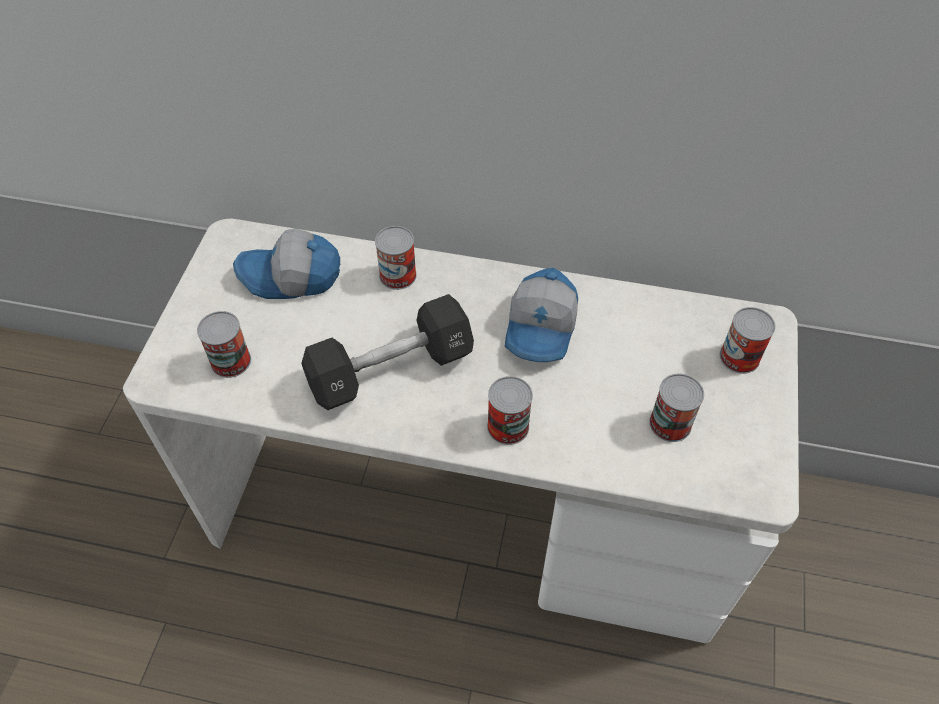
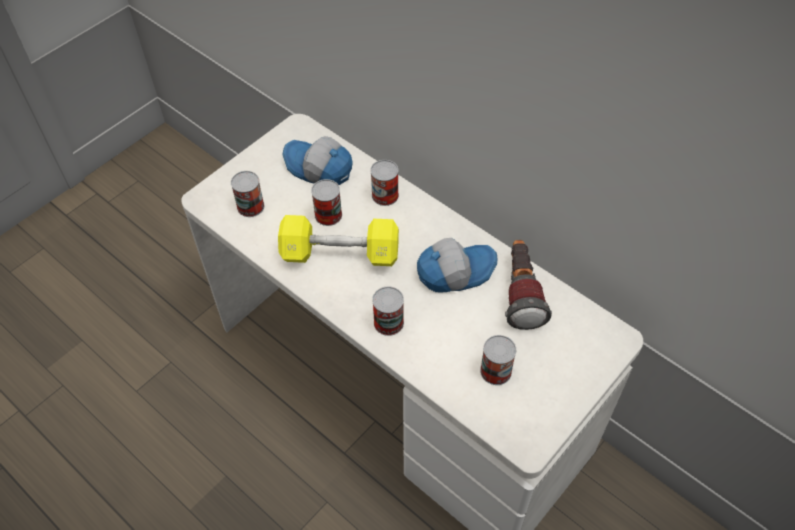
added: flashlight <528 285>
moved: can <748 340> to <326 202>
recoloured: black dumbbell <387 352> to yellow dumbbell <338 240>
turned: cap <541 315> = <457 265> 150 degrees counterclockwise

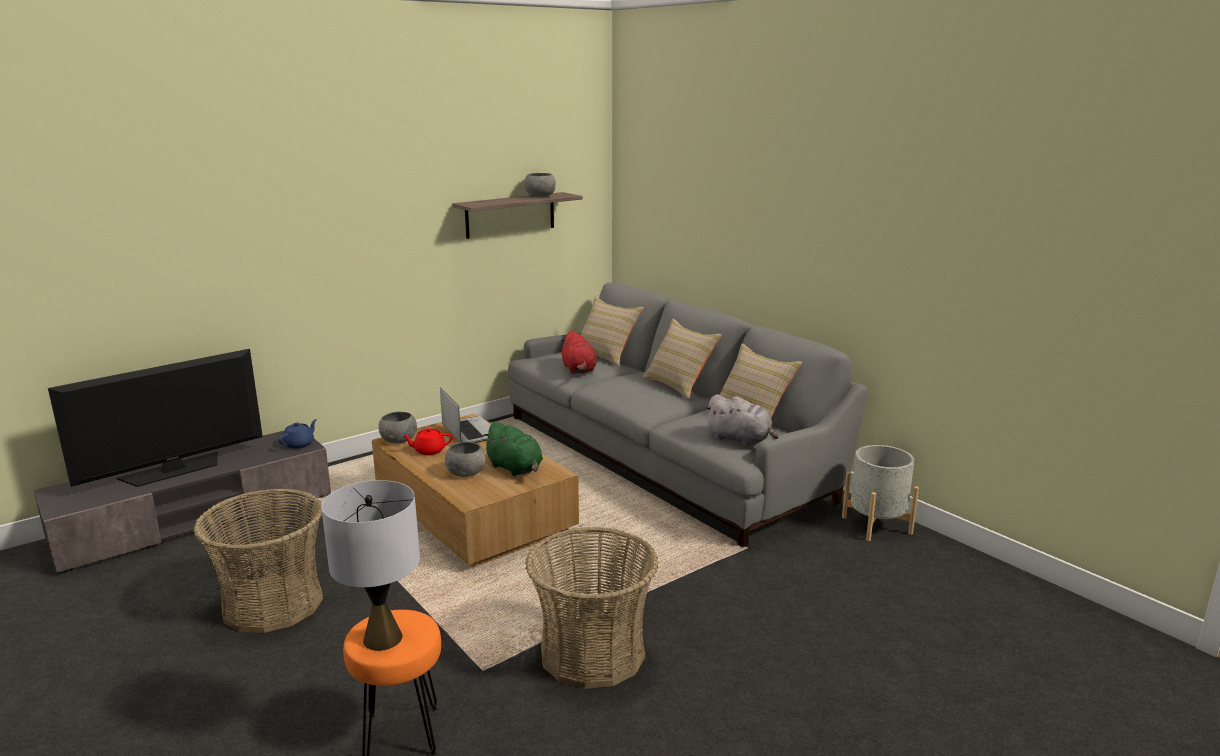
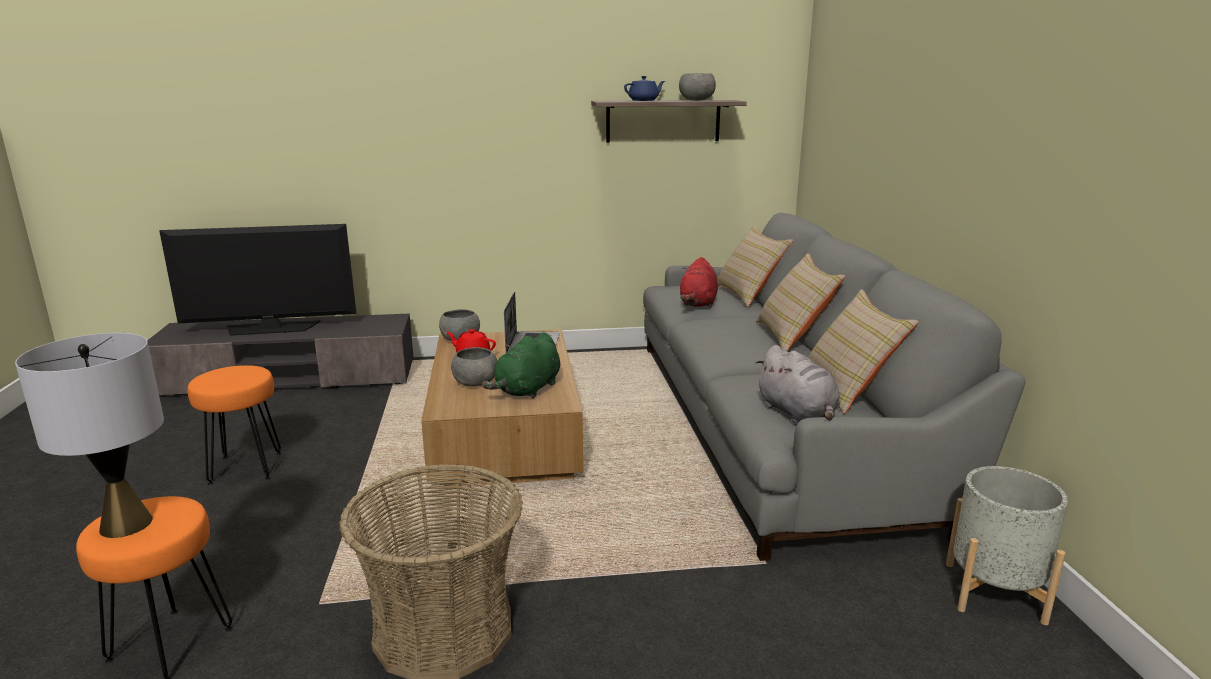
moved: blue teapot <298 434> to <644 88>
replaced: basket <258 560> to orange stool <234 425>
turned: green plush toy <512 448> = <521 365> 45 degrees clockwise

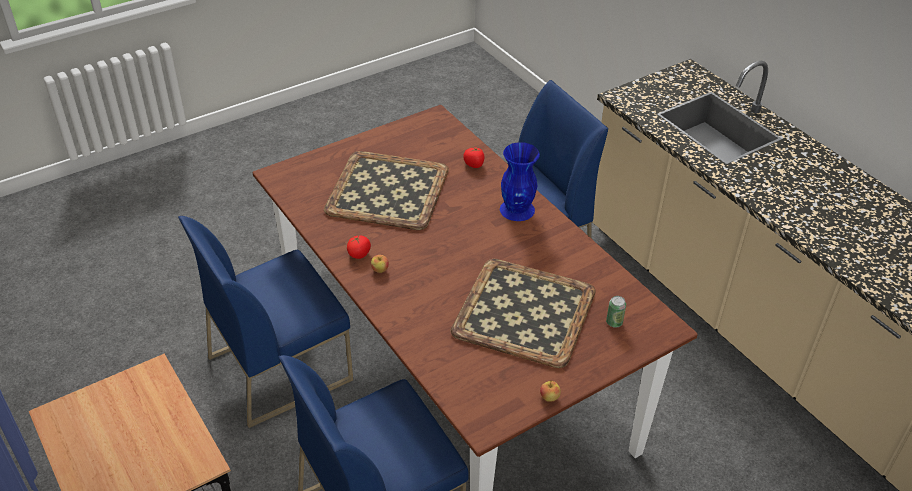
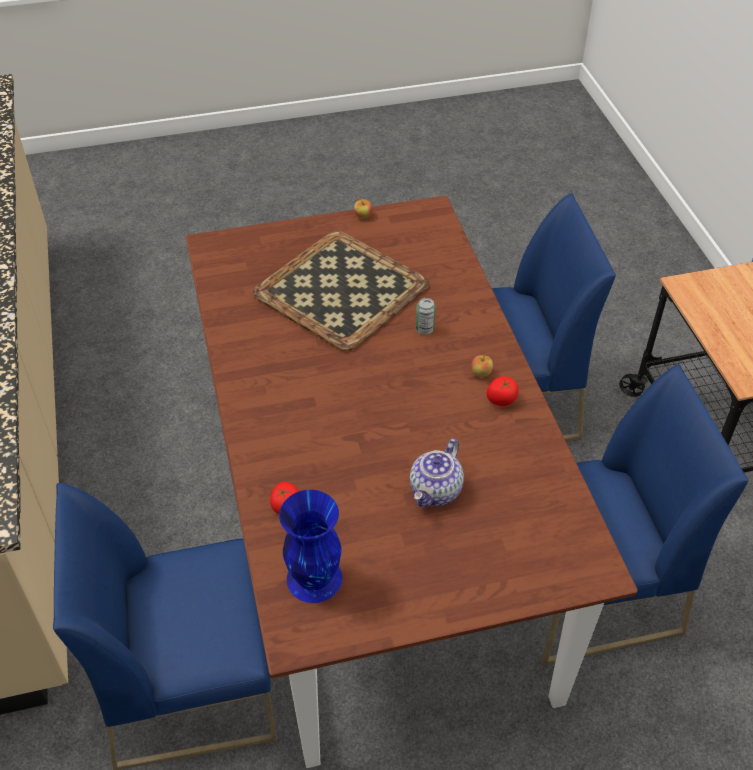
moved: blue vase <520 181> to <310 546>; can <616 312> to <426 316>
replaced: tray <386 190> to teapot <437 473>

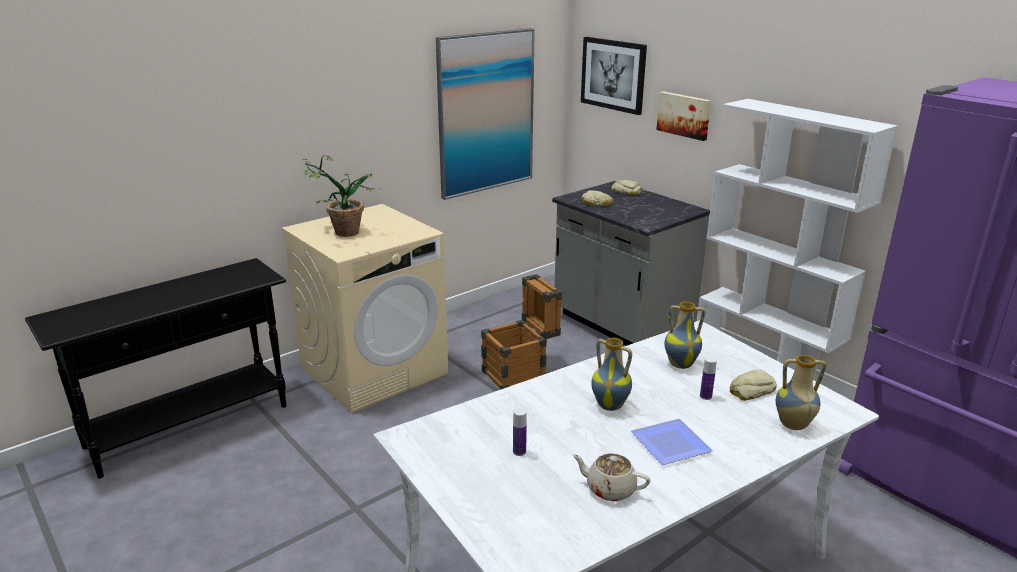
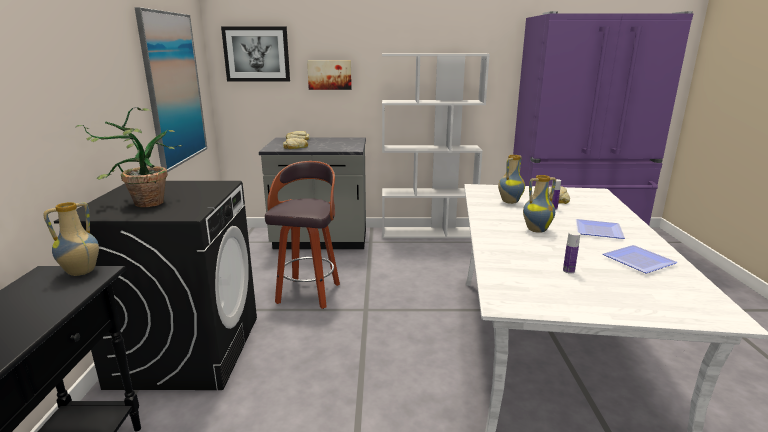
moved: vase <801 392> to <71 239>
replaced: crate <521 332> to stool <302 235>; beige teapot <611 477> to plate <640 259>
recoloured: beige washing machine <365 308> to black washing machine <155 285>

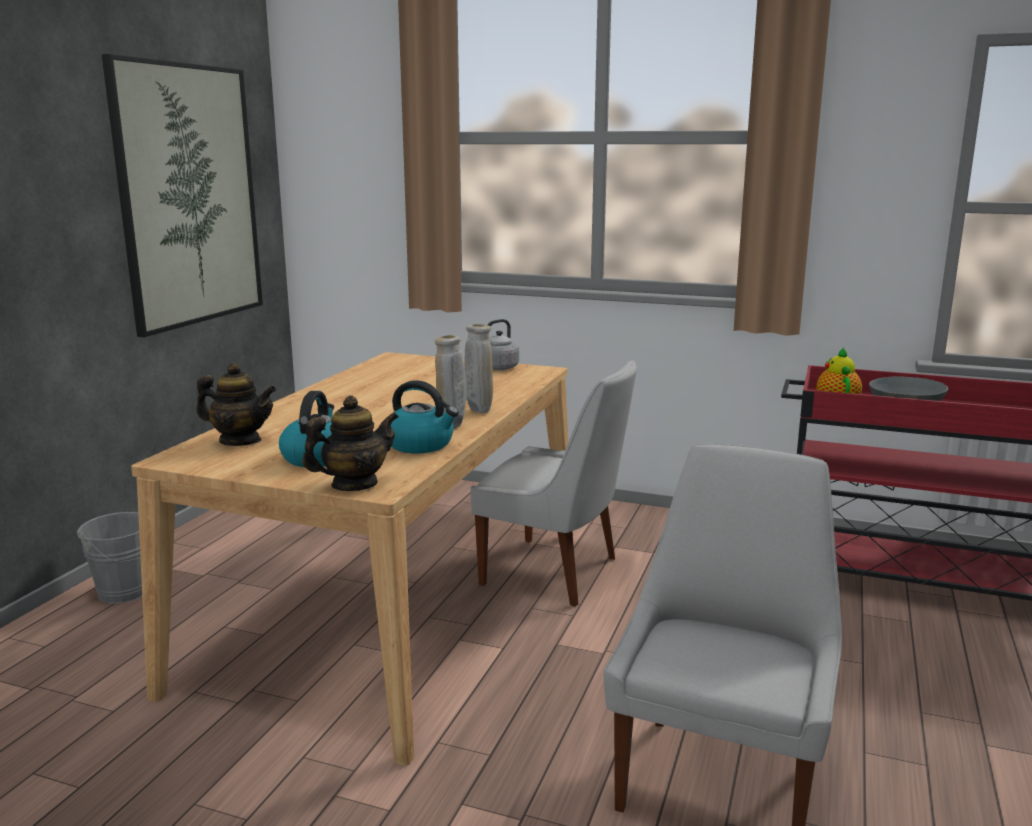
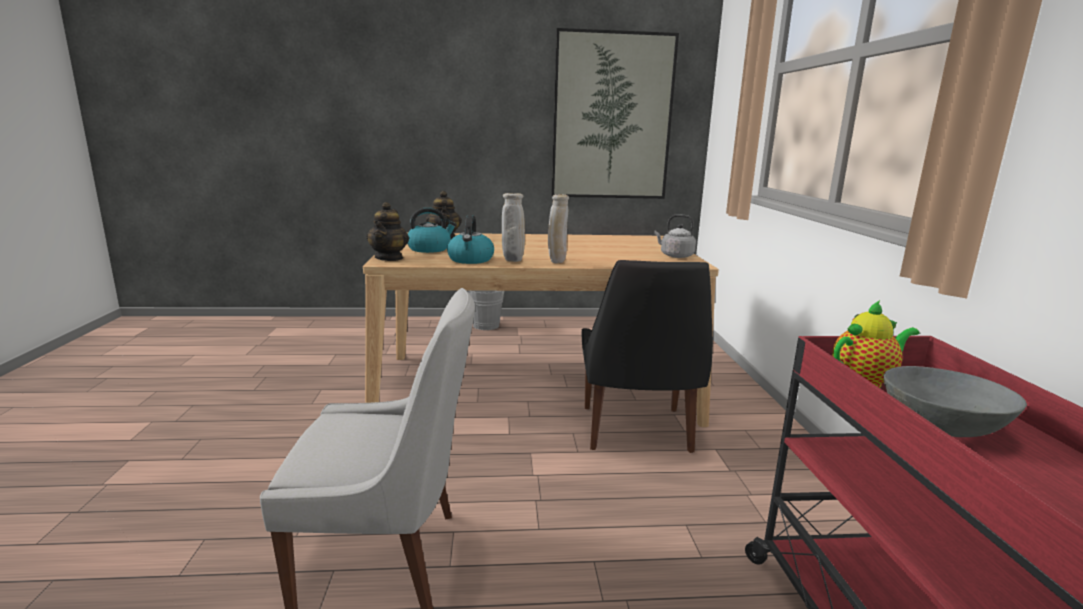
recoloured: white chair <553 483> to black chair <647 356>
turned: teapot <350 443> = <387 231> 60 degrees clockwise

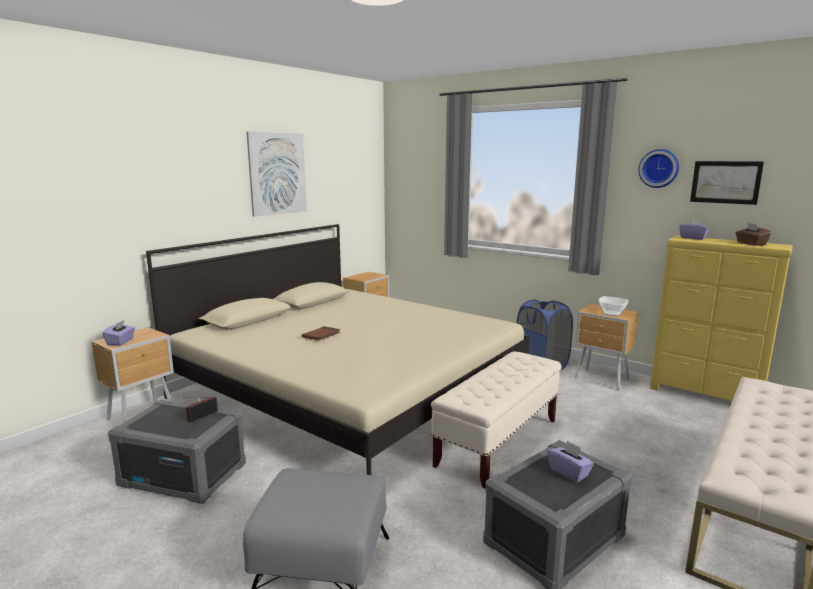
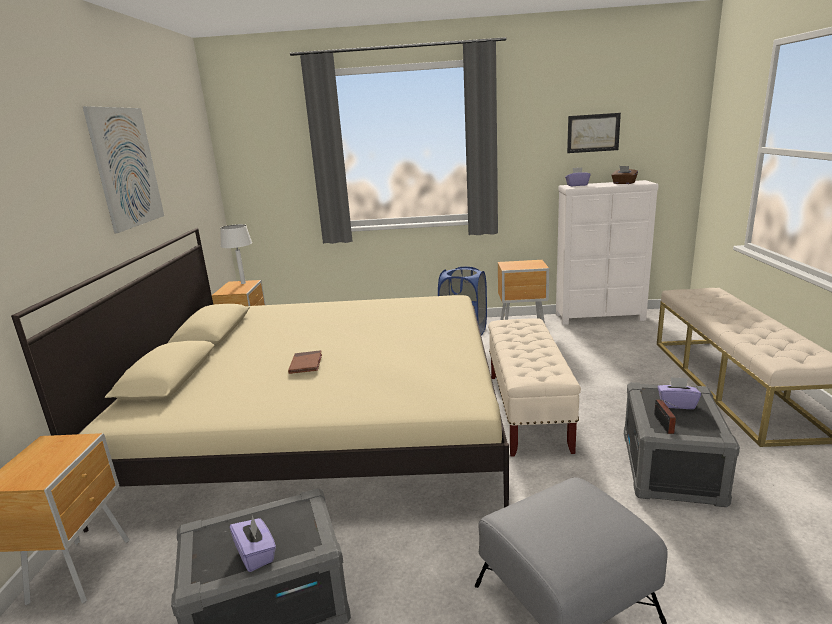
removed: bowl <613 306>; wall clock <658 168>
added: white table lamp <236 254>
moved: purple tissue box <119 333> to <253 543>; radio <202 409> to <665 416>
recoloured: yellow dresser <721 318> to white dresser <607 252>

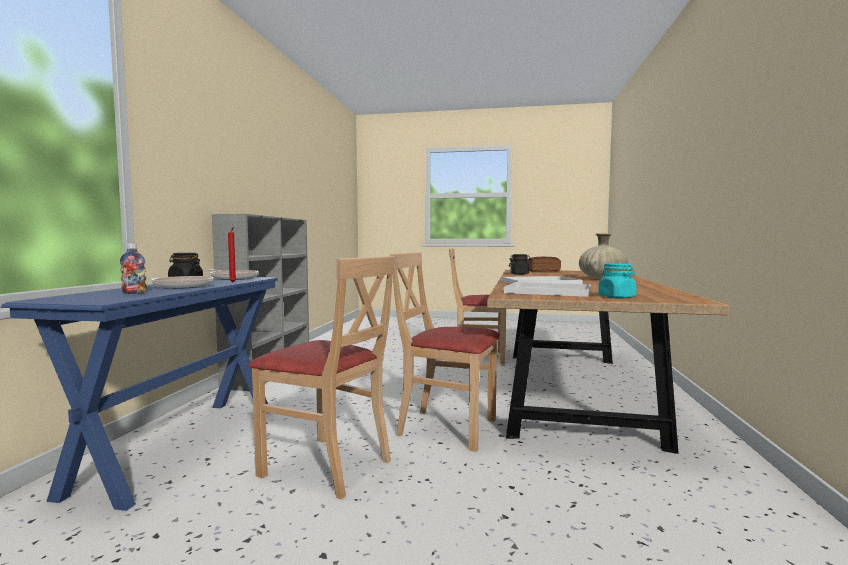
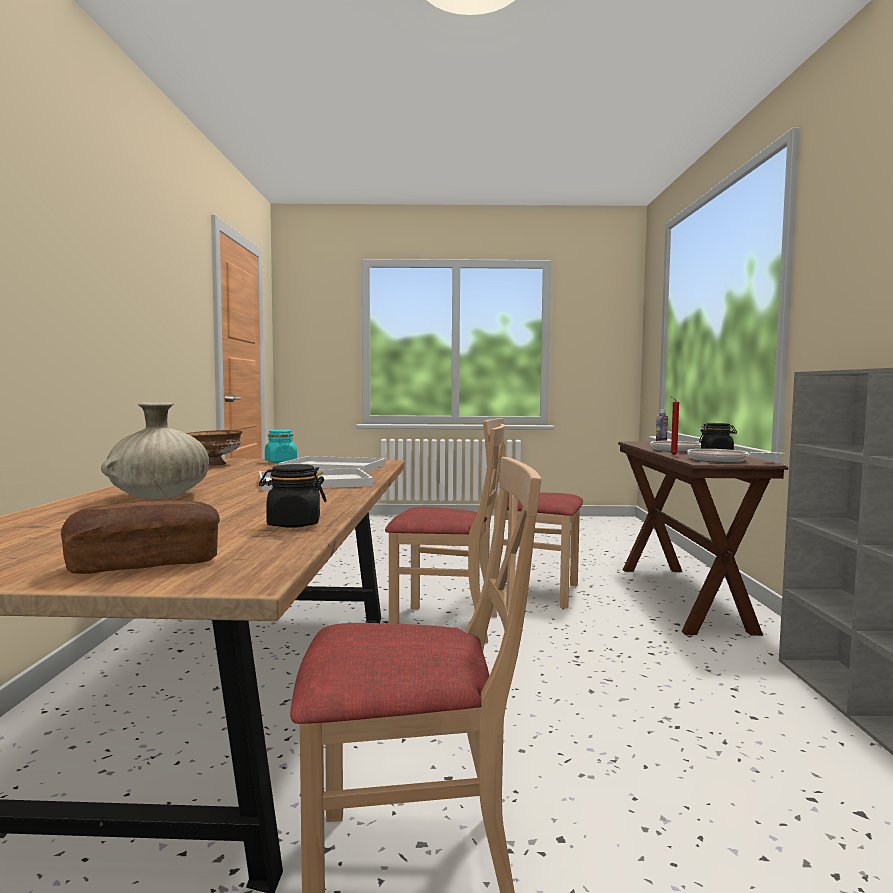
added: brown bowl <215 448>
recoloured: blue console table <139 394> to brown console table <703 539>

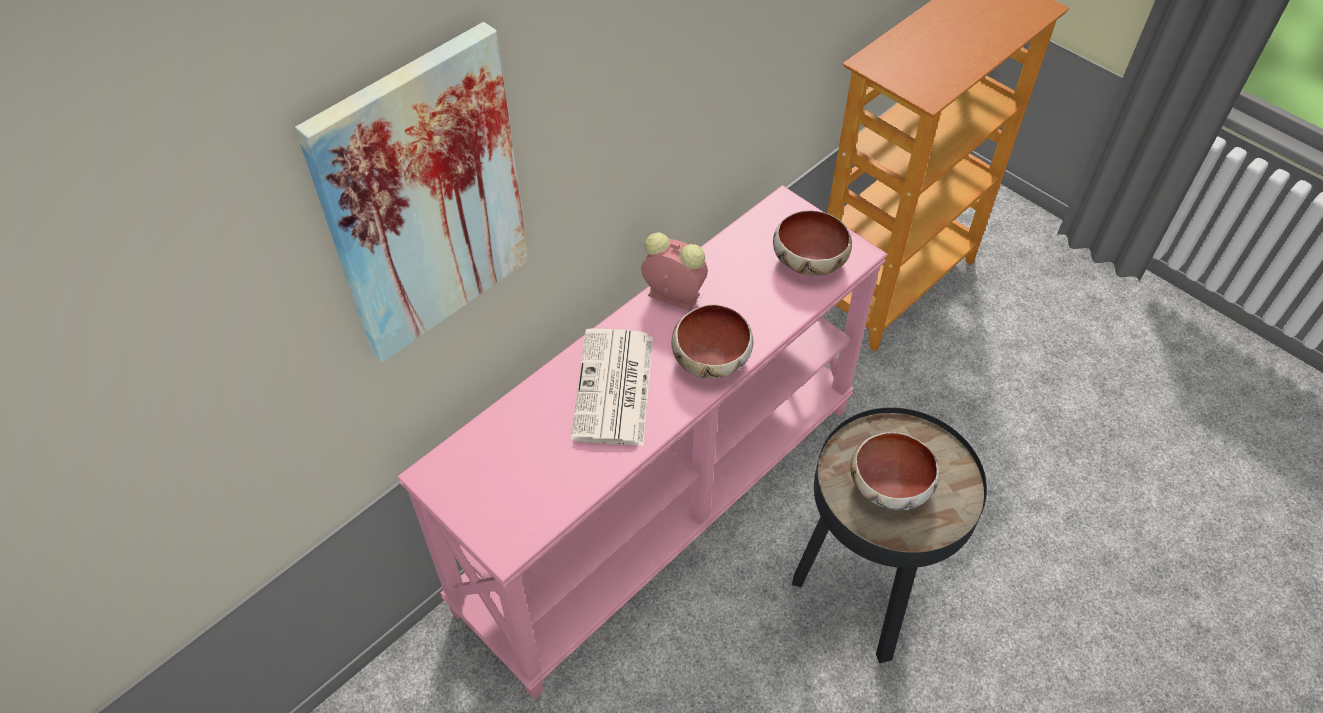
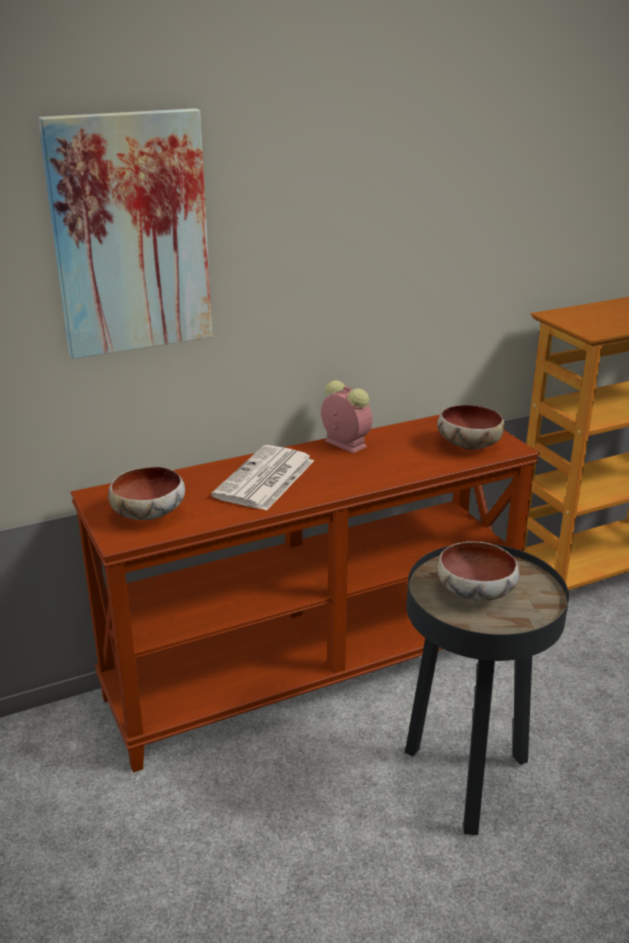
moved: bowl <712 342> to <146 493>
recoloured: pink console table <642 442> to brown console table <305 594>

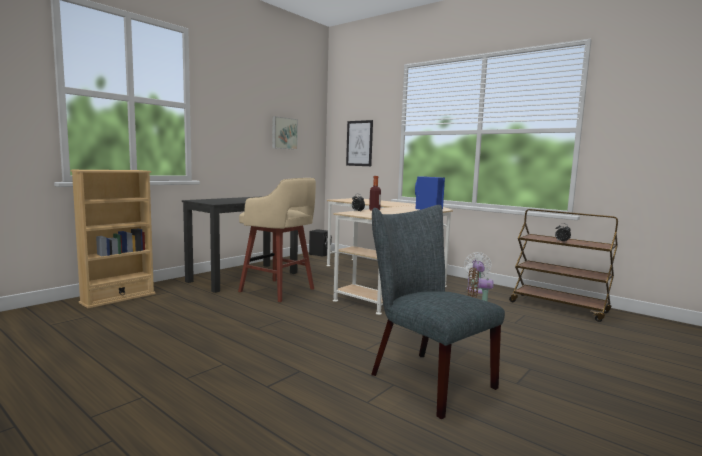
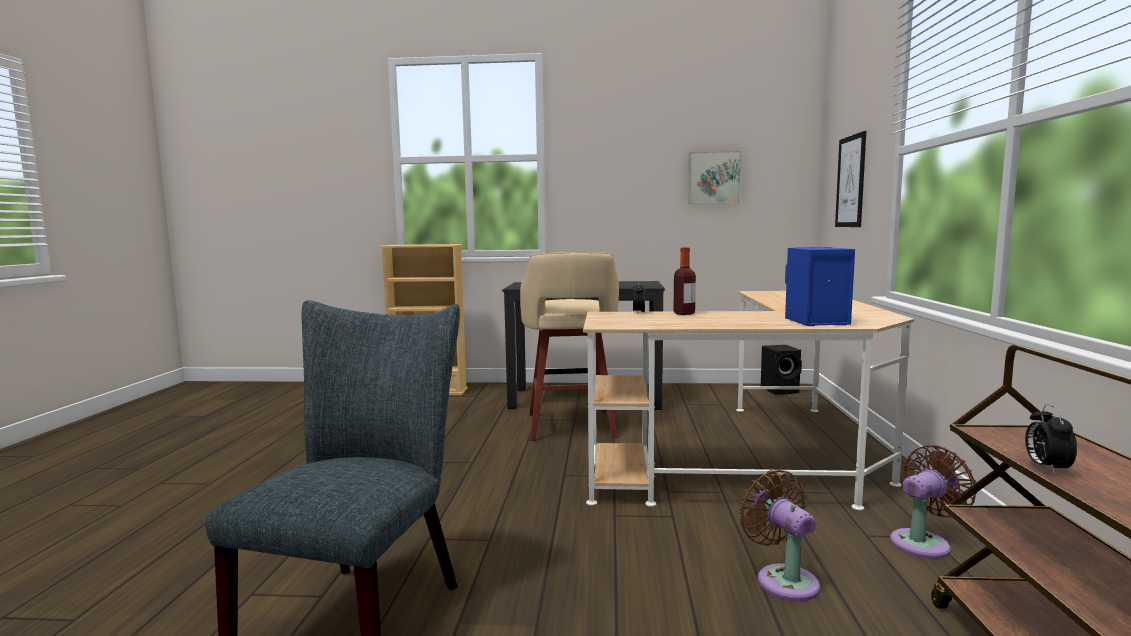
recoloured: white fan <478 272> to brown fan <933 502>

